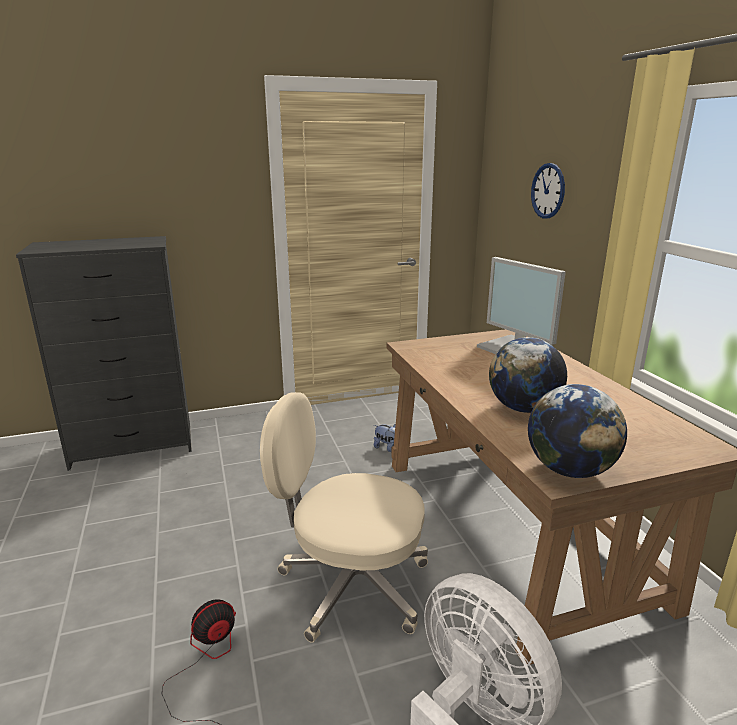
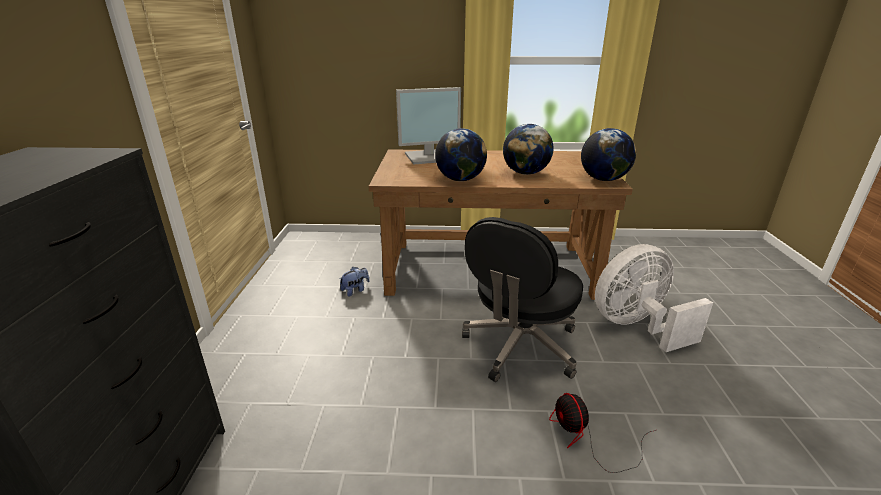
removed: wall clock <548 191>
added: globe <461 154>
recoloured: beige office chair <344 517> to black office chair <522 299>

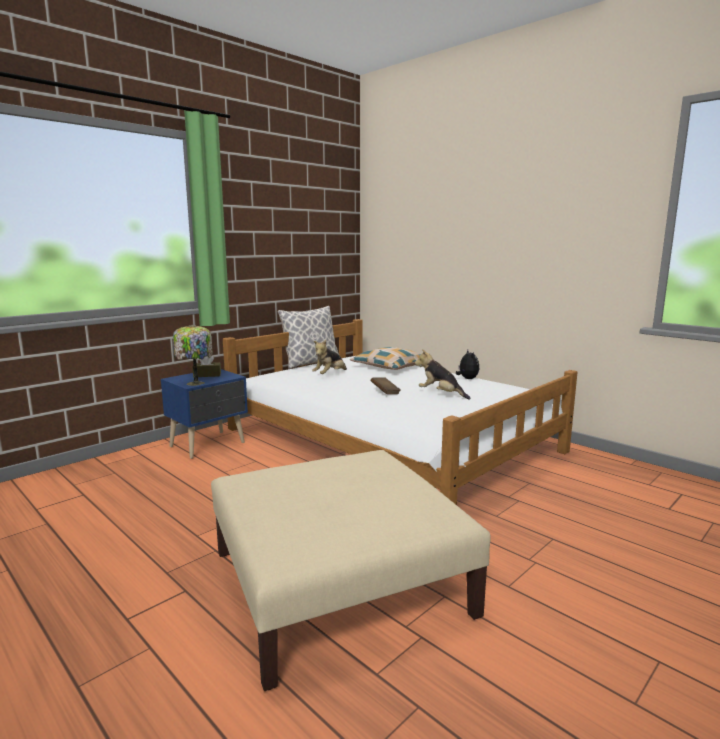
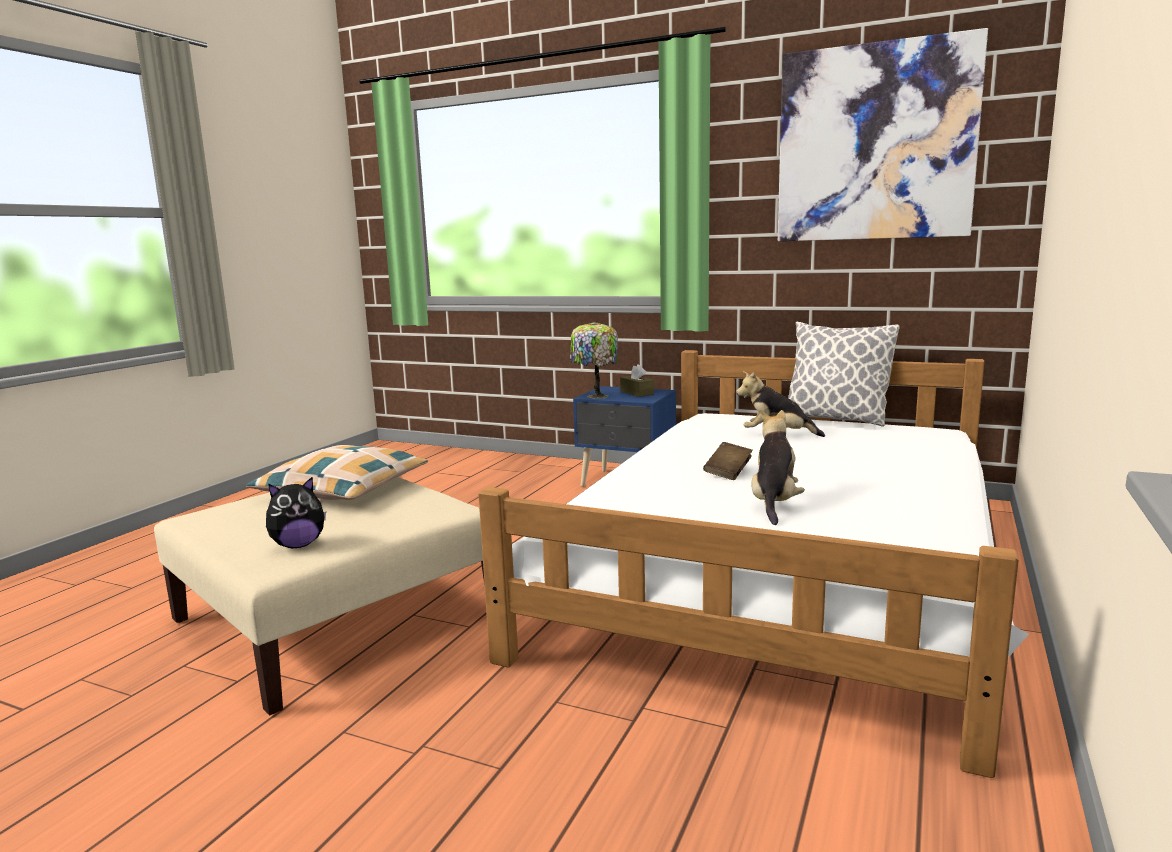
added: picture <883 134>
moved: pillow <385 358> to <337 472>; plush toy <467 364> to <296 512>

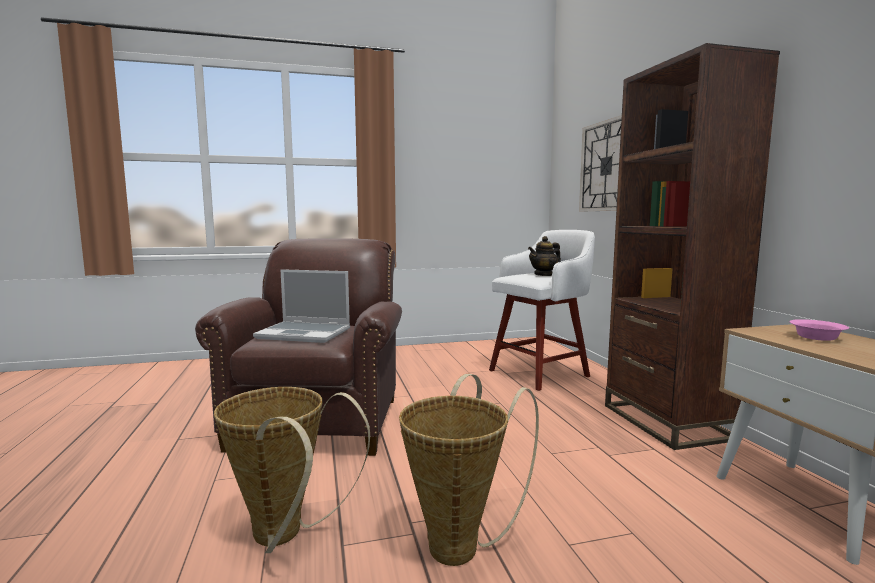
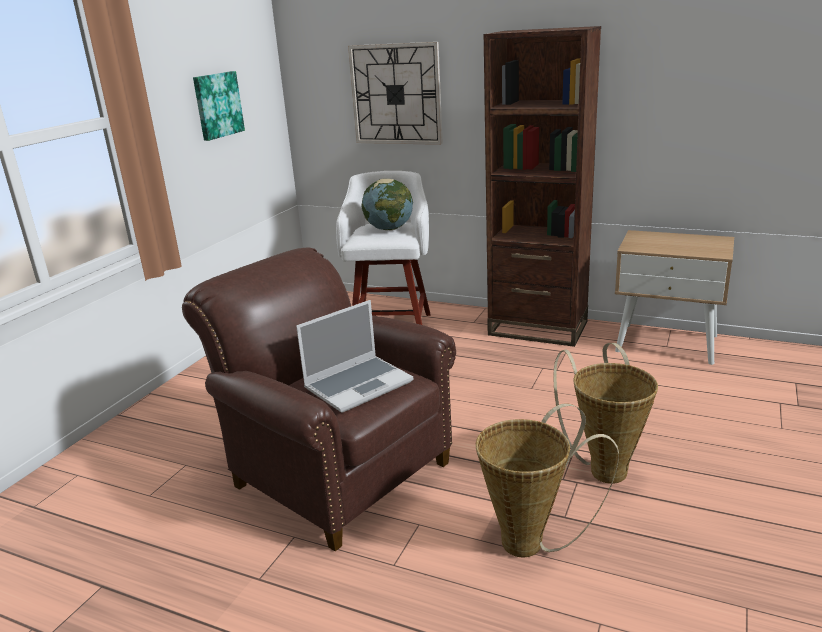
removed: pink bowl <819 330>
added: picture <219 106>
replaced: teapot <544 256> to globe <387 204>

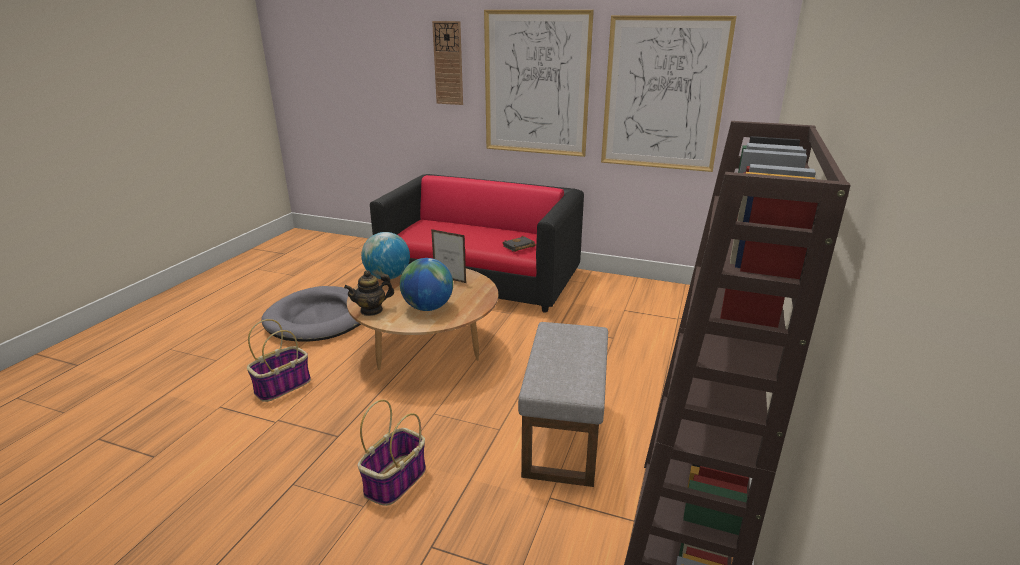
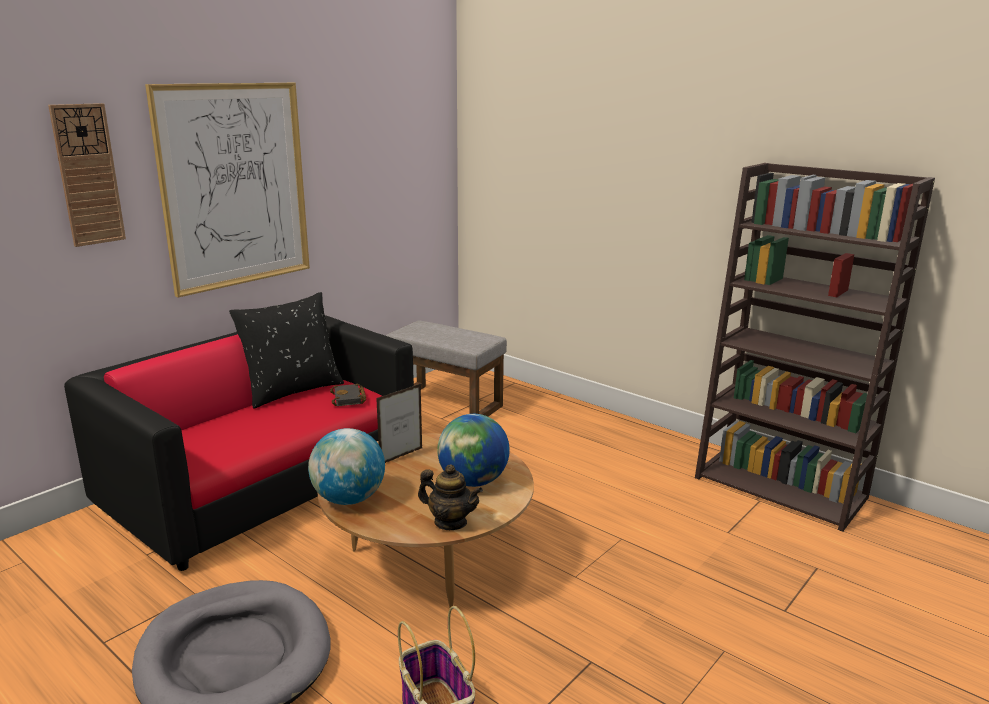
removed: basket <392 453>; picture <669 93>
added: black pillow <286 350>
moved: grey ottoman <563 404> to <446 368>
turned: teapot <369 293> = <450 497> 60 degrees counterclockwise

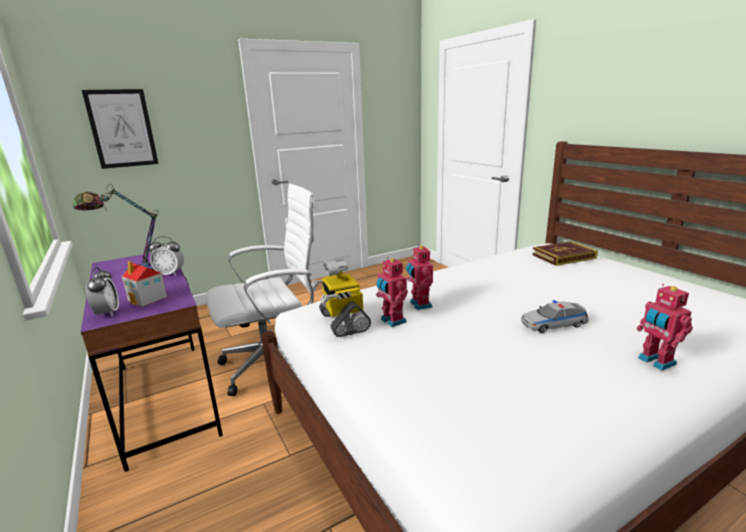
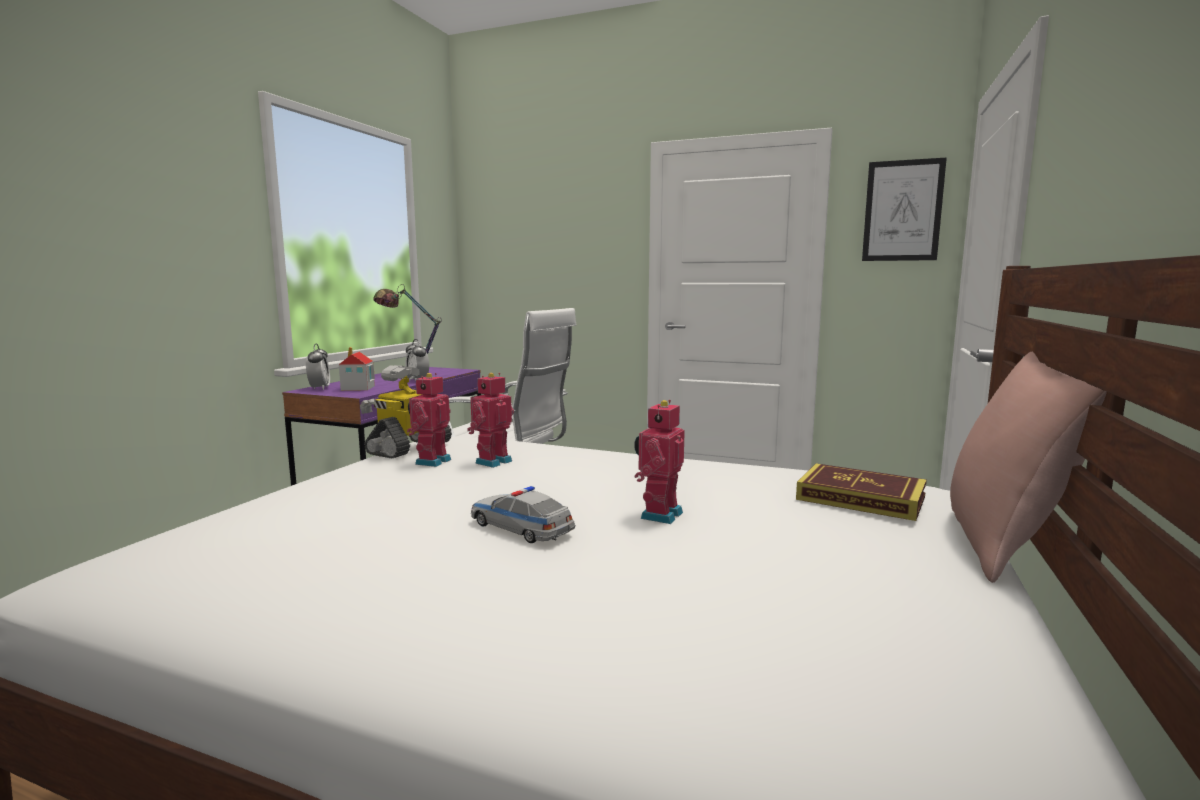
added: pink pillow <1028 467>
moved: toy robot <664 327> to <659 462>; picture <120 129> to <904 209>
turned: alarm clock <102 292> = <318 367> 45 degrees counterclockwise

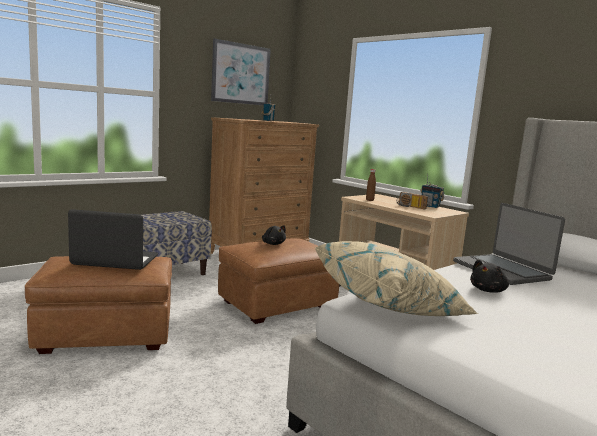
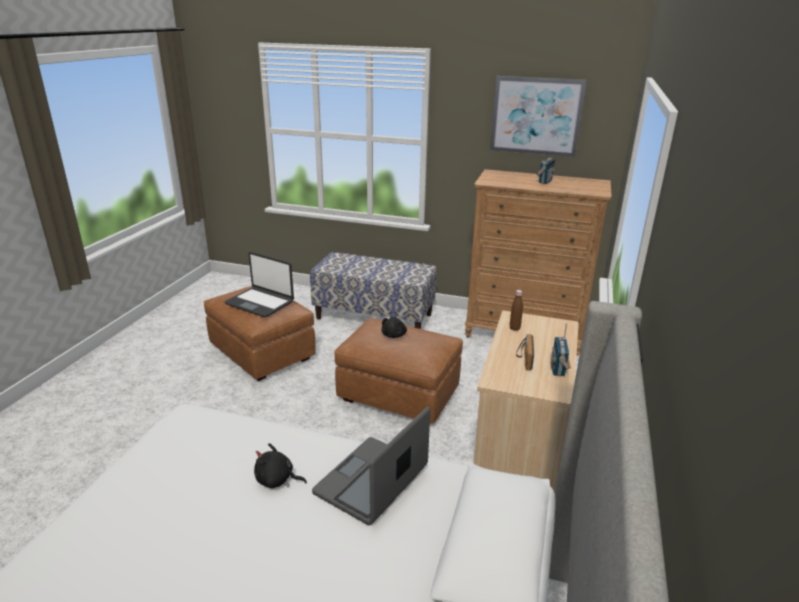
removed: beige pillow <396 278>
turned: laptop <113 239> = <259 284> 150 degrees clockwise

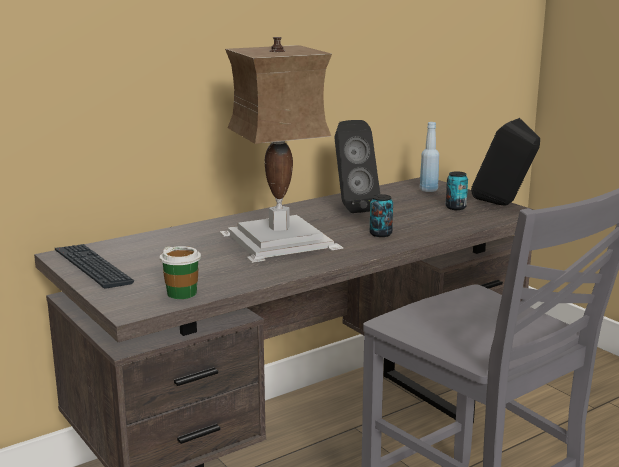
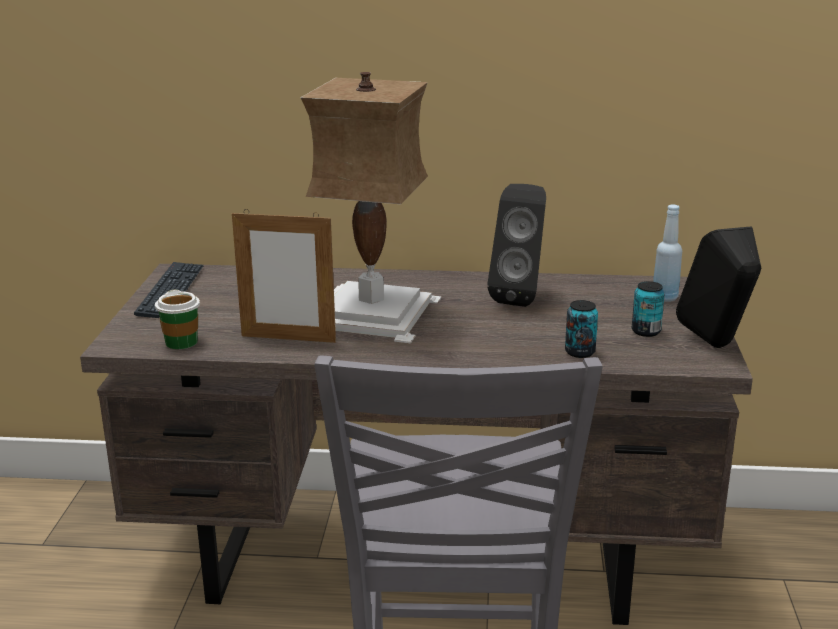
added: picture frame <284 276>
moved: can <381 215> to <581 329>

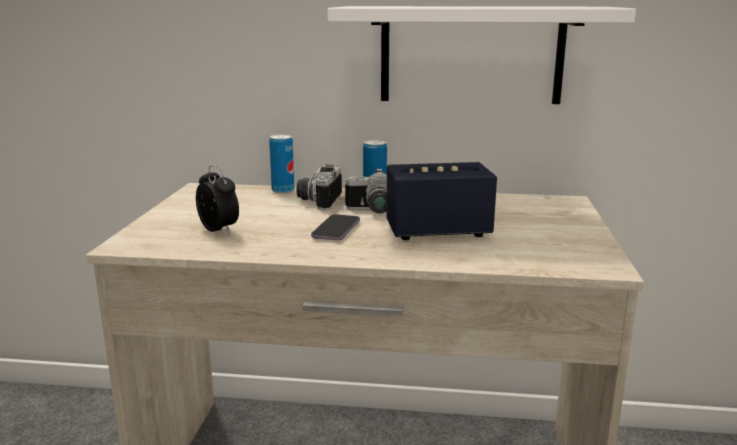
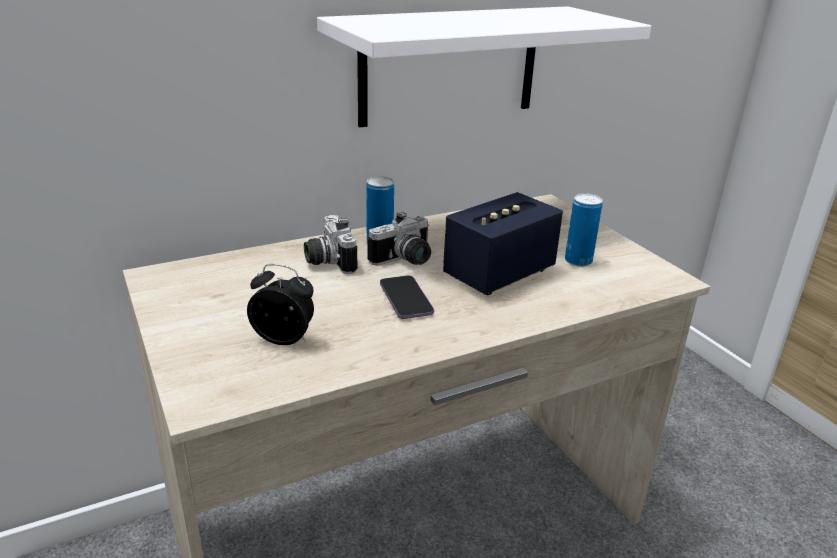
moved: can <281 163> to <584 230>

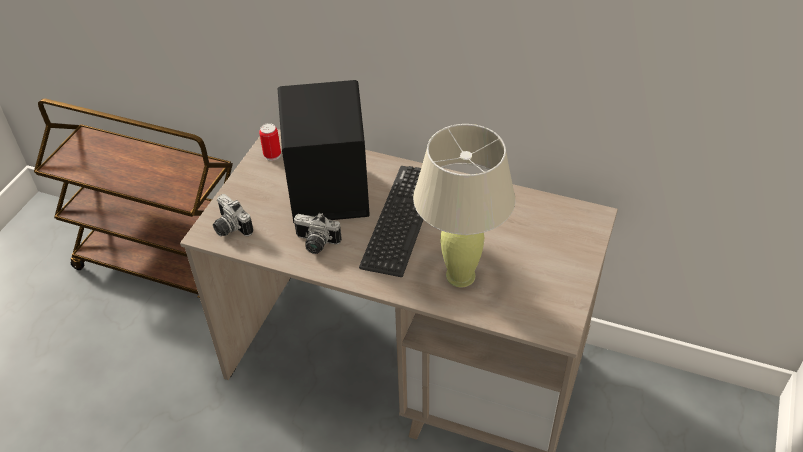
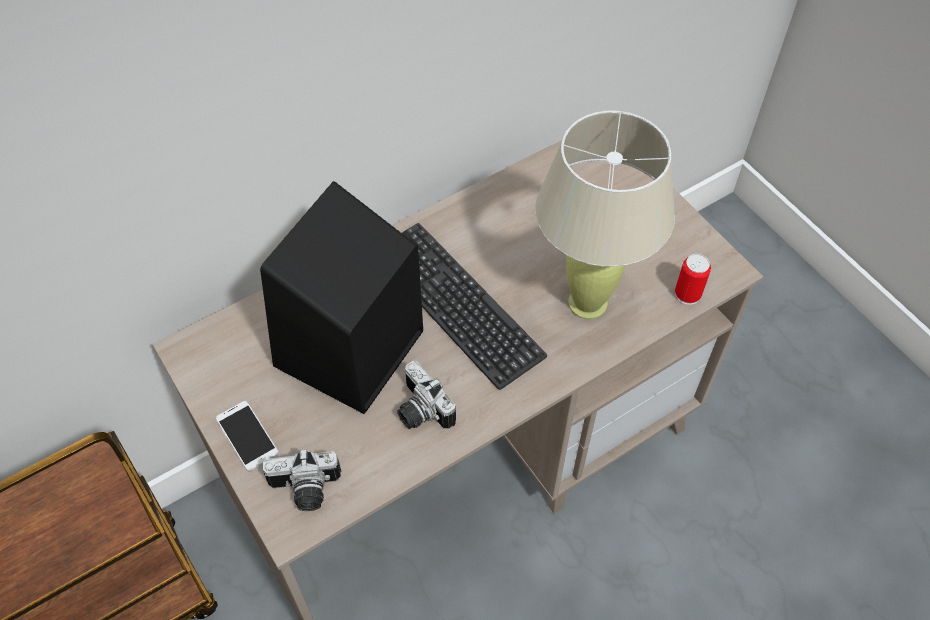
added: phone <247 436>
moved: can <270 142> to <693 279>
turned: photo camera <318 233> = <426 395> 90 degrees clockwise

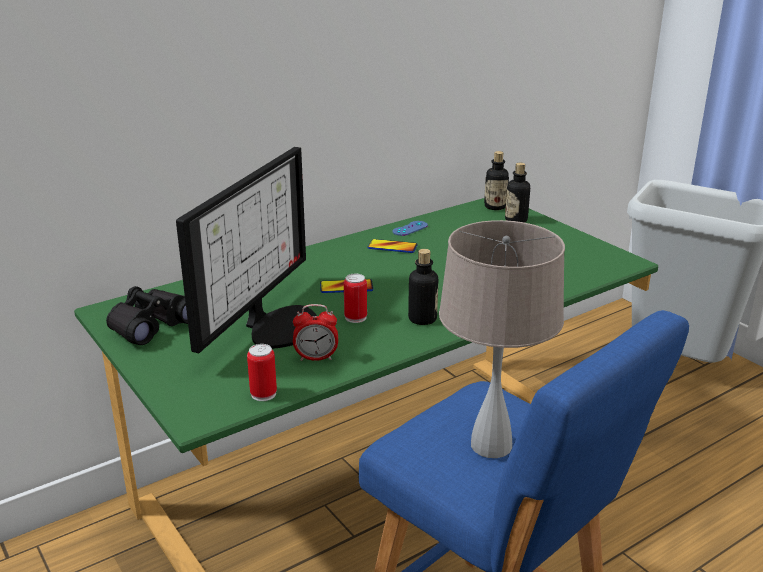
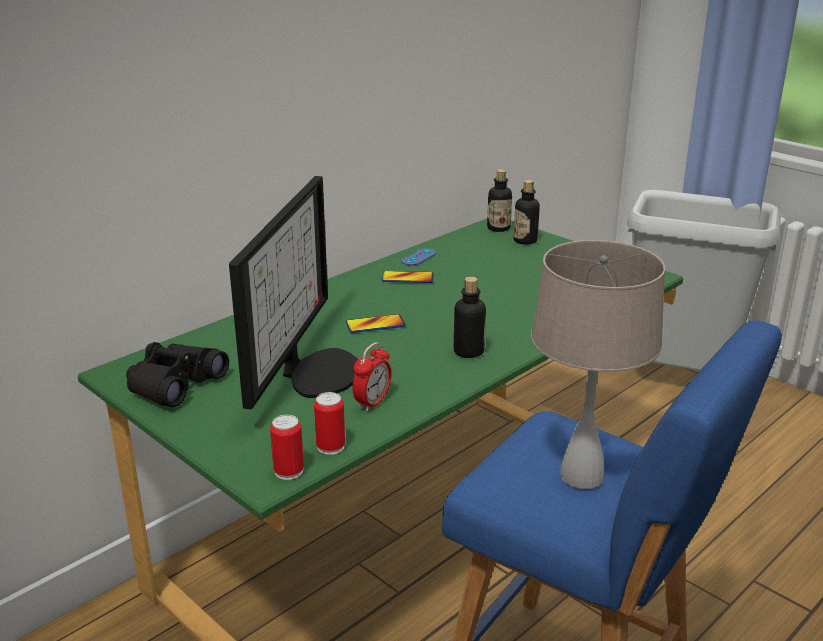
moved: can <355 298> to <287 447>
turned: alarm clock <315 332> = <371 377> 45 degrees counterclockwise

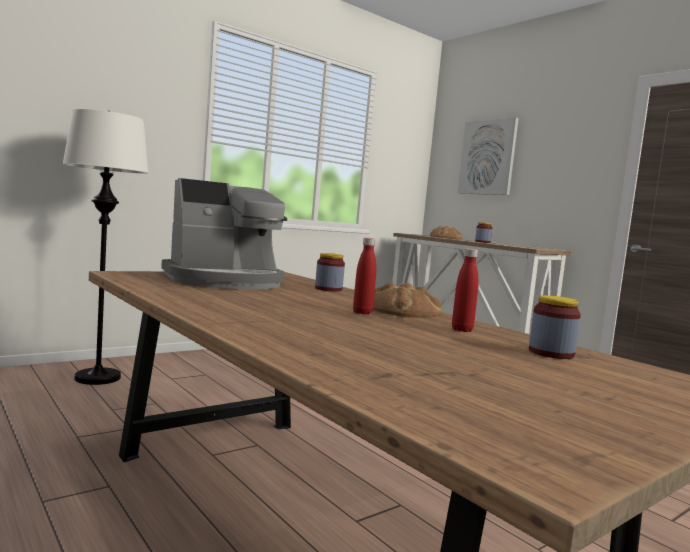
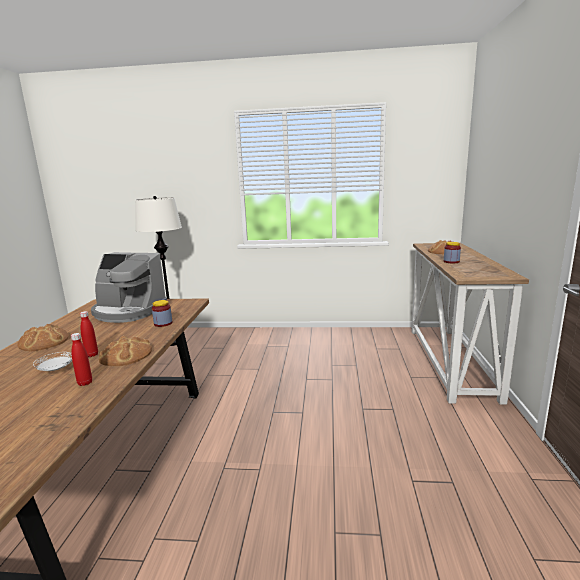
removed: picture <488 156>; jar <555 327>
added: bread <43 338>; white plate <52 361>

